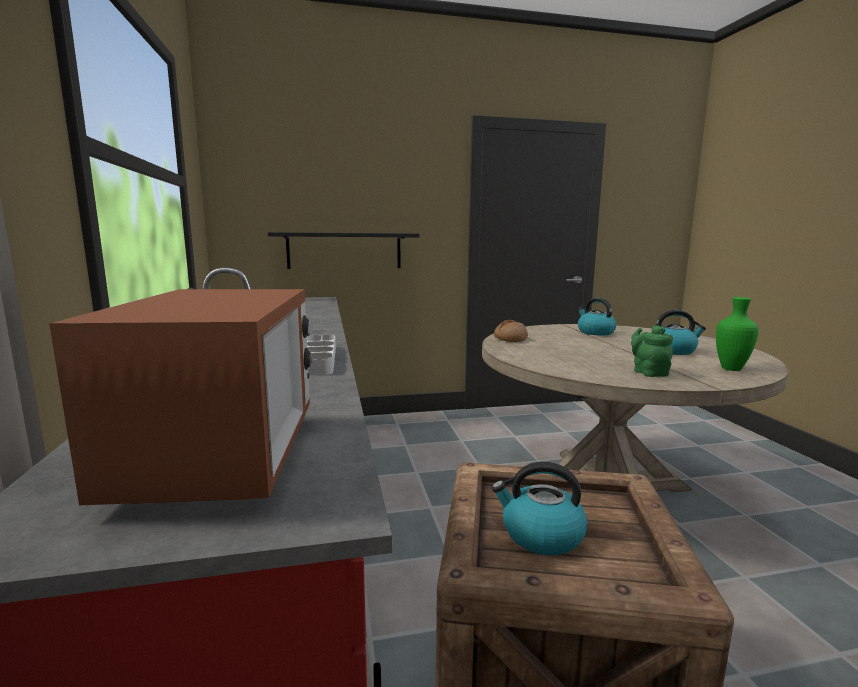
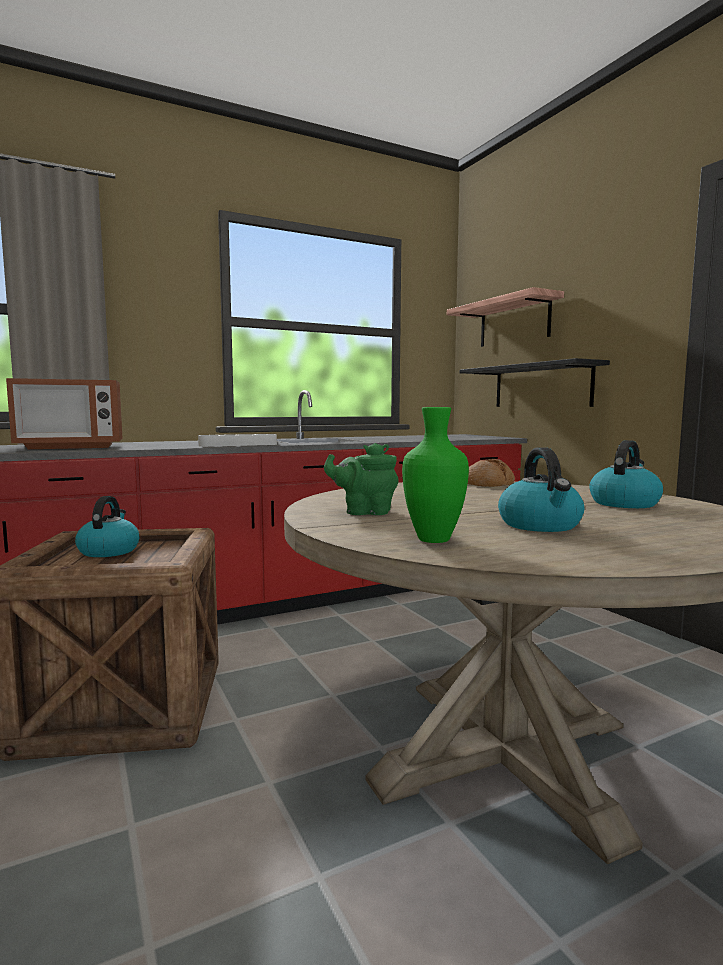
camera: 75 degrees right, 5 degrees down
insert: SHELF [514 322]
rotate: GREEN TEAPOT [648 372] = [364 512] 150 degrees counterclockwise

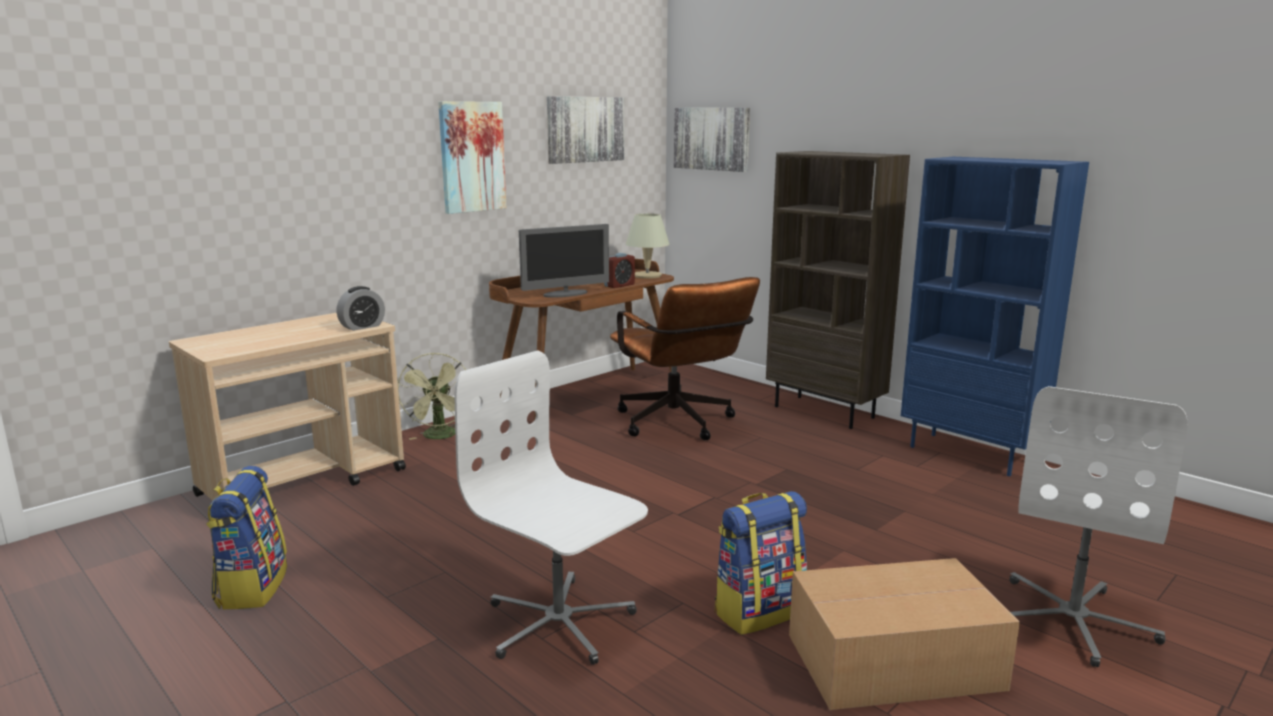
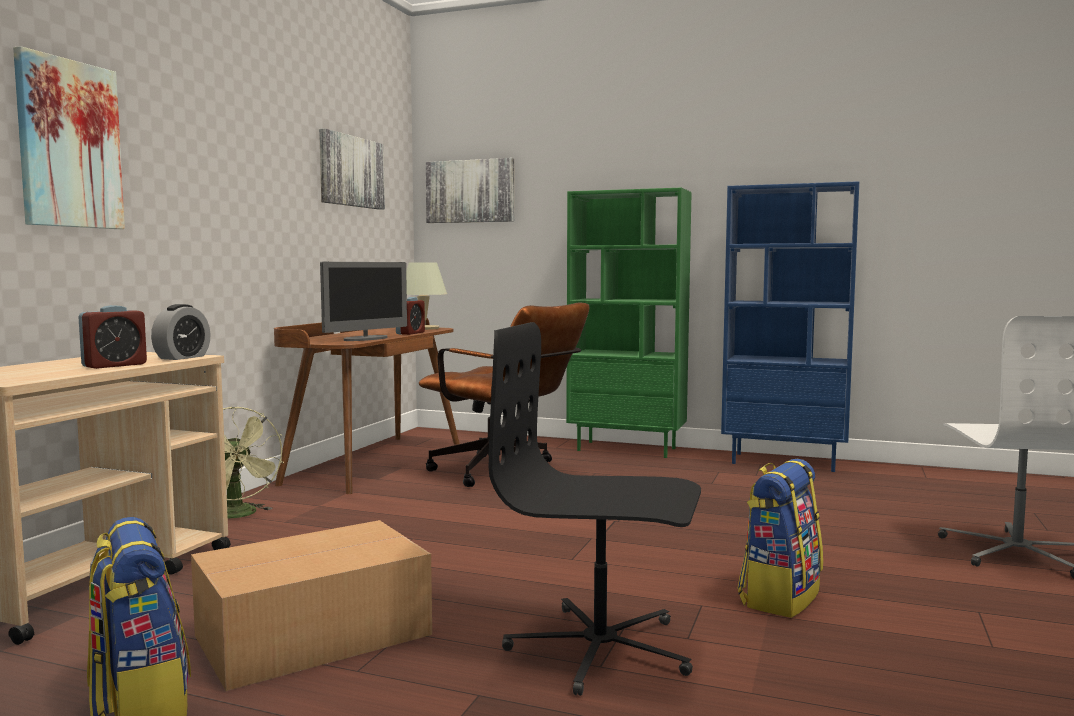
camera: 25 degrees left, 10 degrees down
insert: ALARM CLOCK [114 365]
move: PICTURE [472 157] to [69 144]; CARDBOARD BOX [890 661] to [310 635]
recolor: WHITE OFFICE CHAIR [558 623] to BLACK OFFICE CHAIR [600 649]; BROWN BOOKCASE [825 412] to GREEN BOOKCASE [627 449]

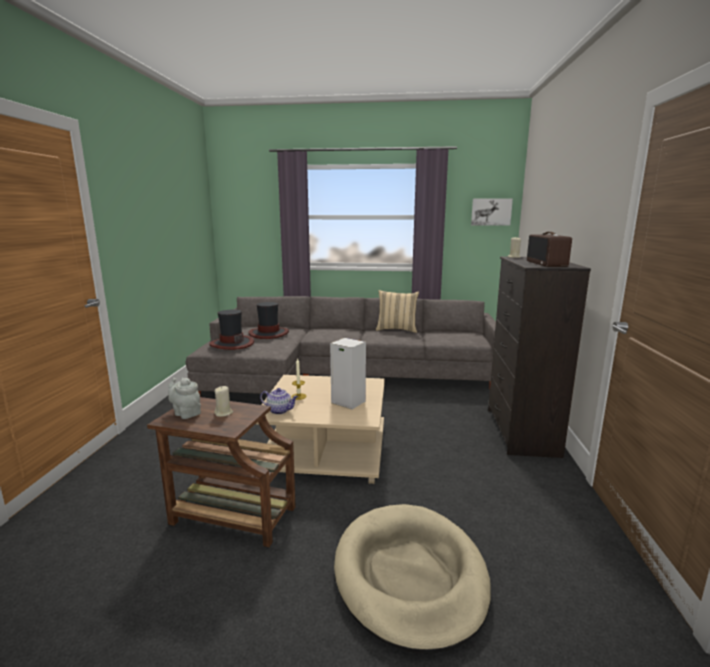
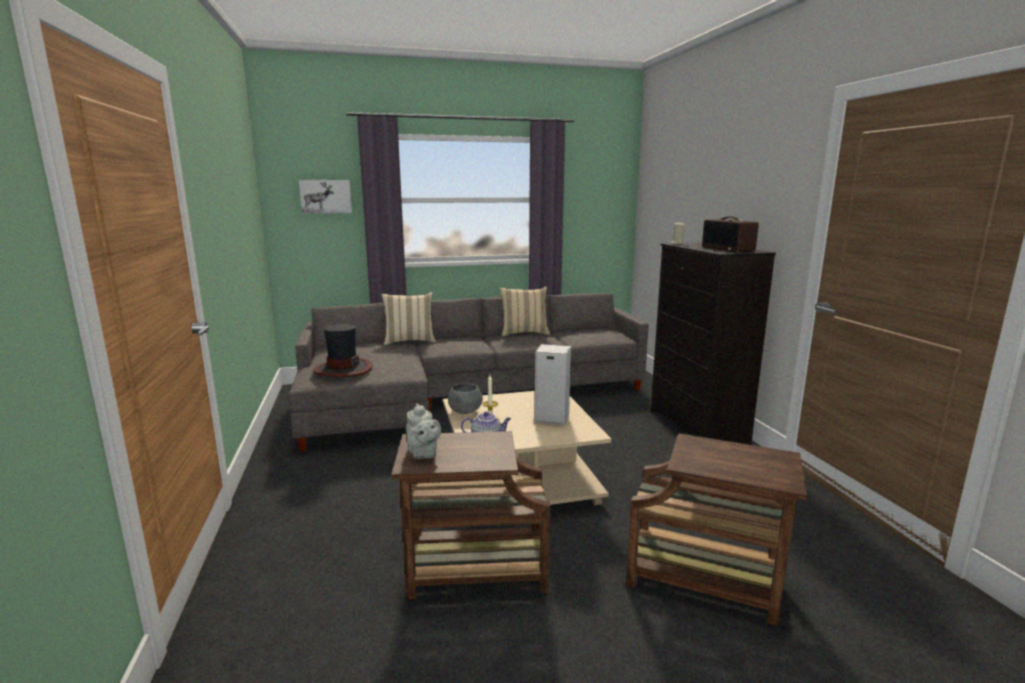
camera: 20 degrees left, 0 degrees up
delete: BEIGE CANDLE [224 413]; HAT [269 333]
insert: BEIGE PILLOW [409 341]; GREY BOWL [465 411]
move: PICTURE [491 212] to [326 196]
replace: BEIGE DOG BED [409 576] to BROWN SIDE TABLE [706 582]
rotate: GREY TEAPOT [186 413] = [423 454] 135 degrees counterclockwise

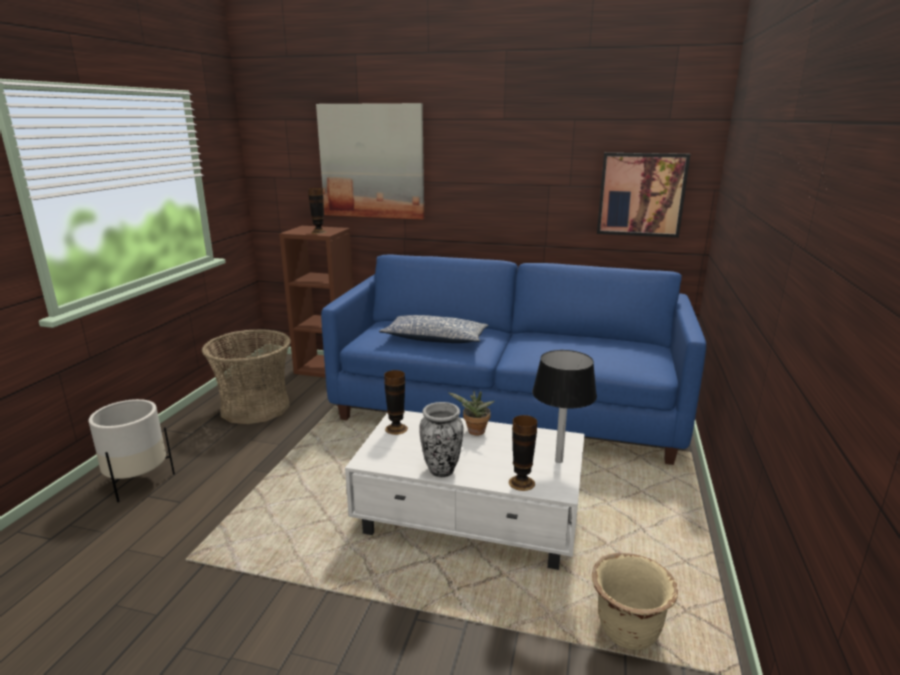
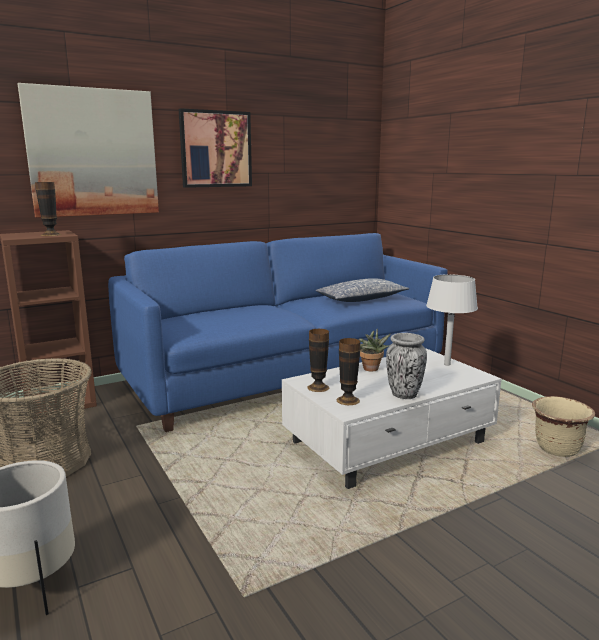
camera: 45 degrees left, 5 degrees down
move: PILLOW [435 339] to [361 299]; VASE [521 483] to [348 400]; PICTURE [641 194] to [216 149]
recolor: BLACK TABLE LAMP [559 460] to WHITE TABLE LAMP [447 364]

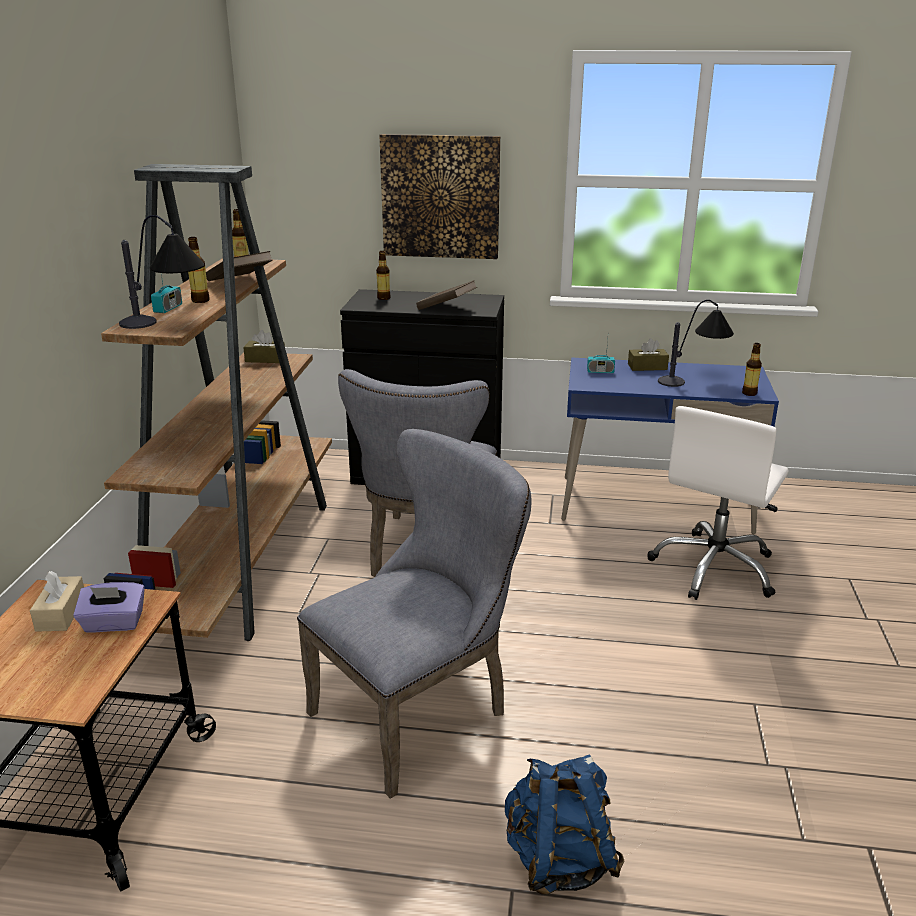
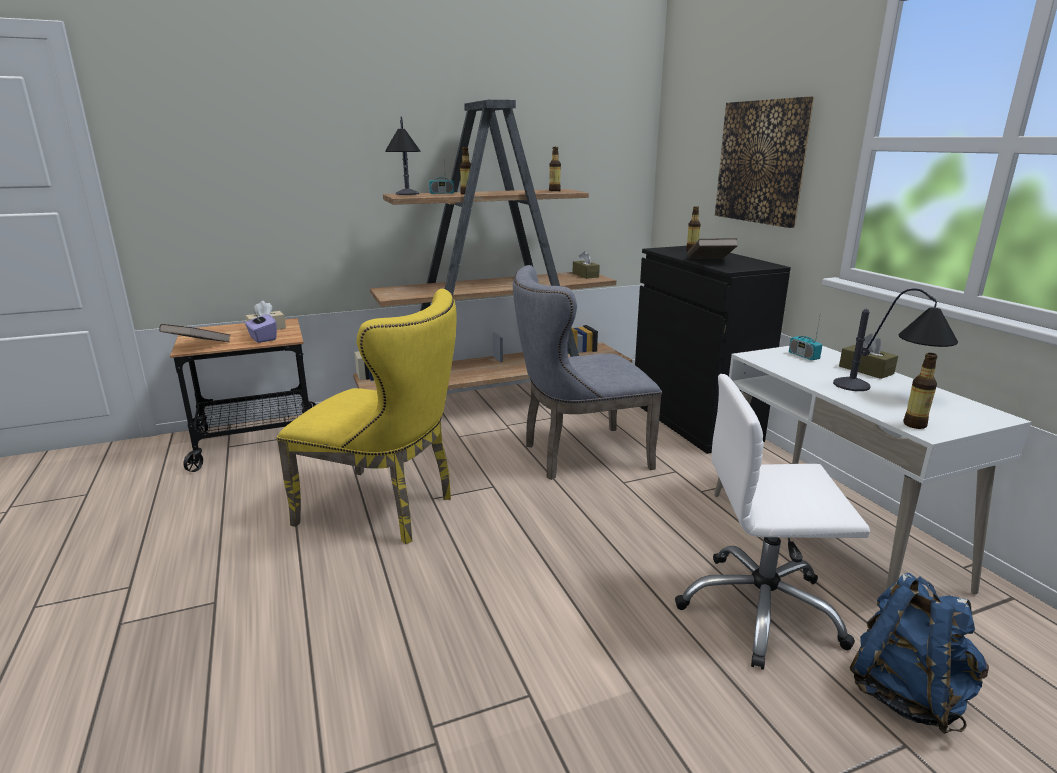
camera: 60 degrees right, 5 degrees down
move: BROWN BOOK [240 282] to [198 346]; BLUE BACKPACK [558 860] to [906 694]
recolor: GREY CHAIR [420 711] to YELLOW CHAIR [387 509]; BLUE DESK [654 504] to WHITE DESK [830 539]

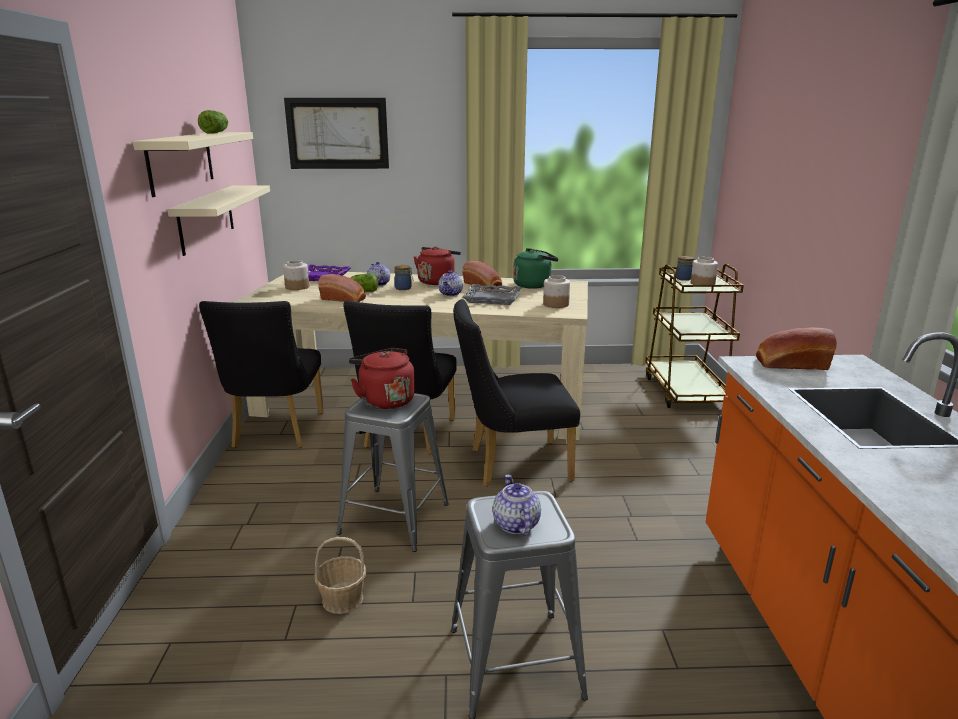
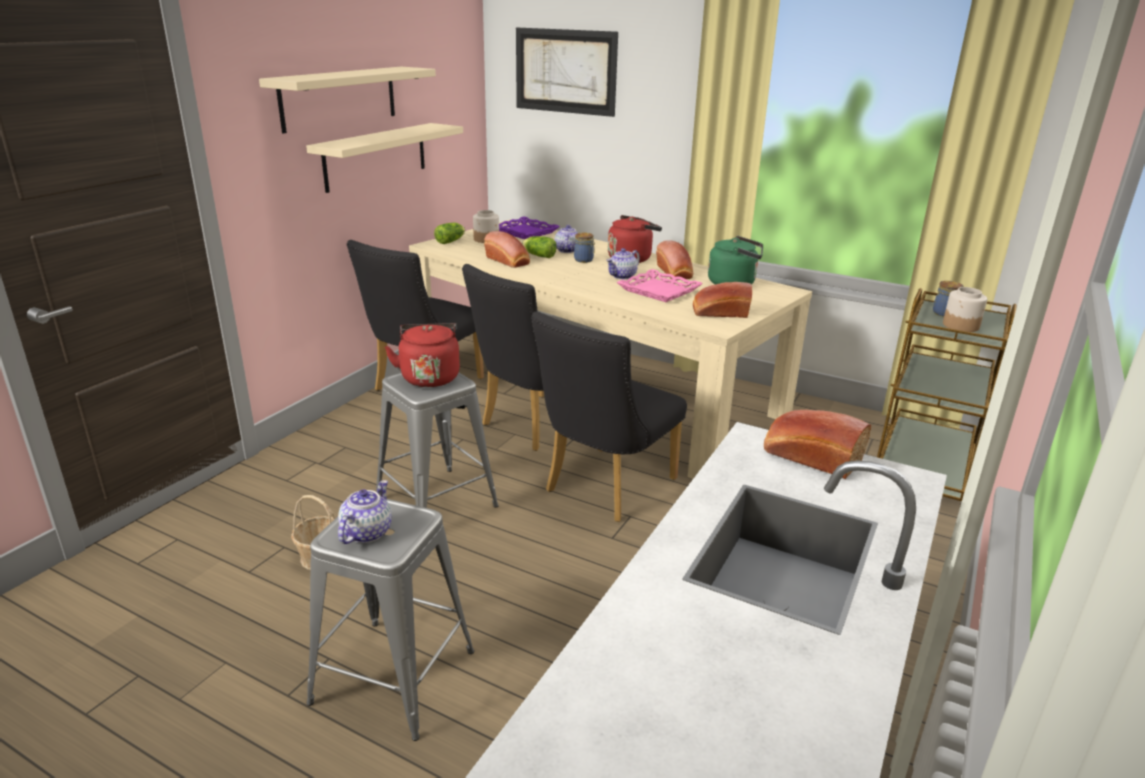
camera: 30 degrees right, 5 degrees up
move: LETTUCE [216 133] to [451 241]
replace: JAR [555 304] to BREAD [719 313]
recolor: GREY TRAY [492 298] to PINK TRAY [658 291]
rotate: BLACK CHAIR [511 465] = [604 488] 75 degrees counterclockwise

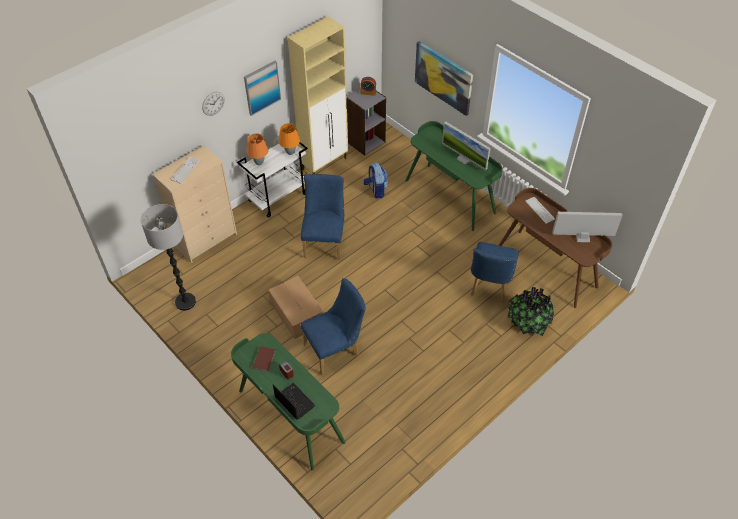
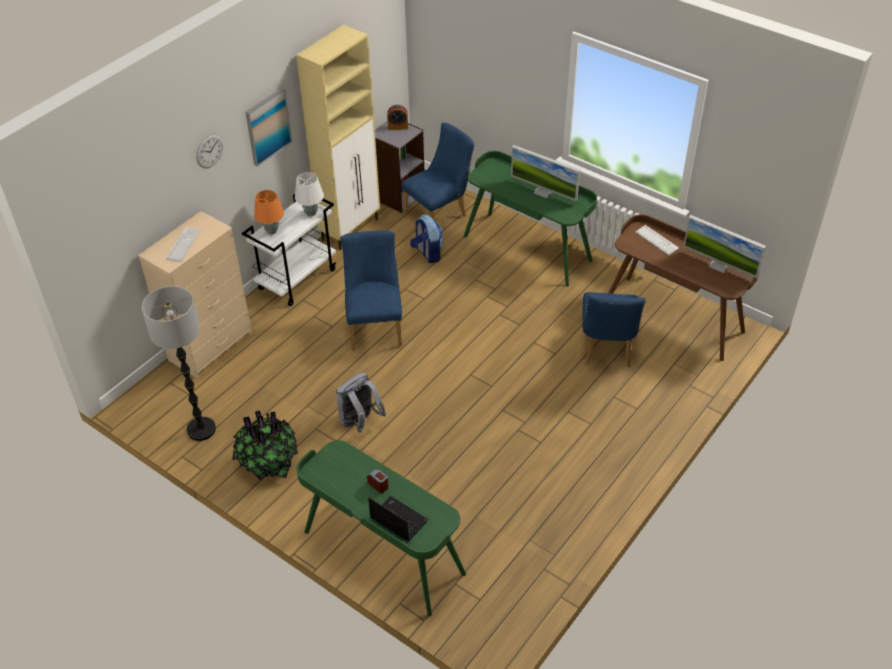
camera: 10 degrees left, 5 degrees down
delete: BROWN BOOK [265 359]; PICTURE [443 77]
move: BLUE CHAIR [336 349] to [439 214]; POTTED PLANT [527 323] to [268 464]
replace: CARDBOARD BOX [297 314] to GREY BACKPACK [360 422]
recolor: ORANGE TABLE LAMP [290 152] to WHITE TABLE LAMP [311 213]
rotate: MONITOR [582 237] = [719 265] 135 degrees counterclockwise

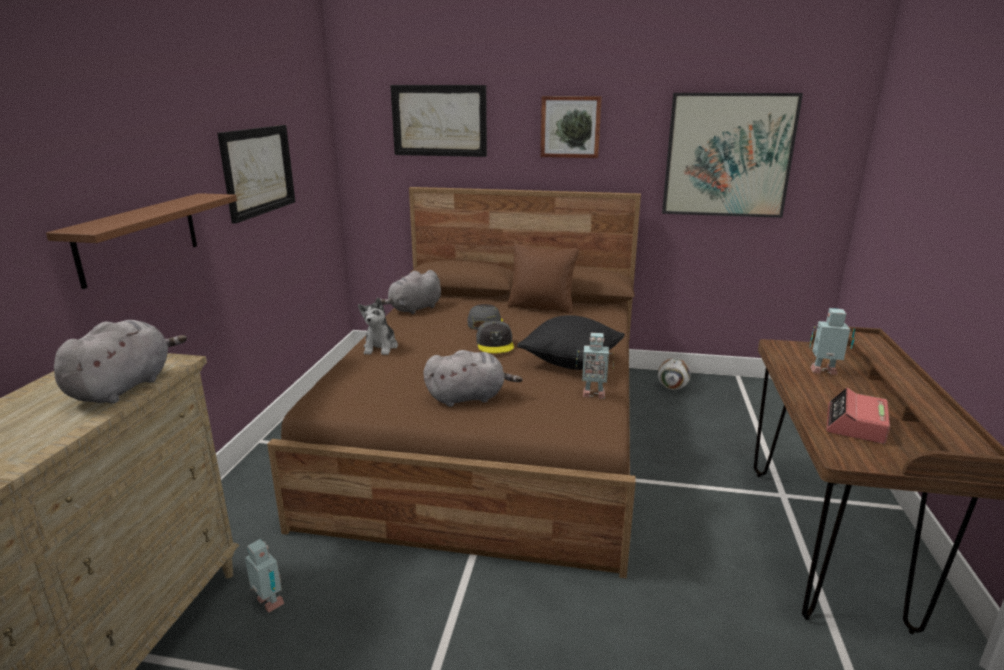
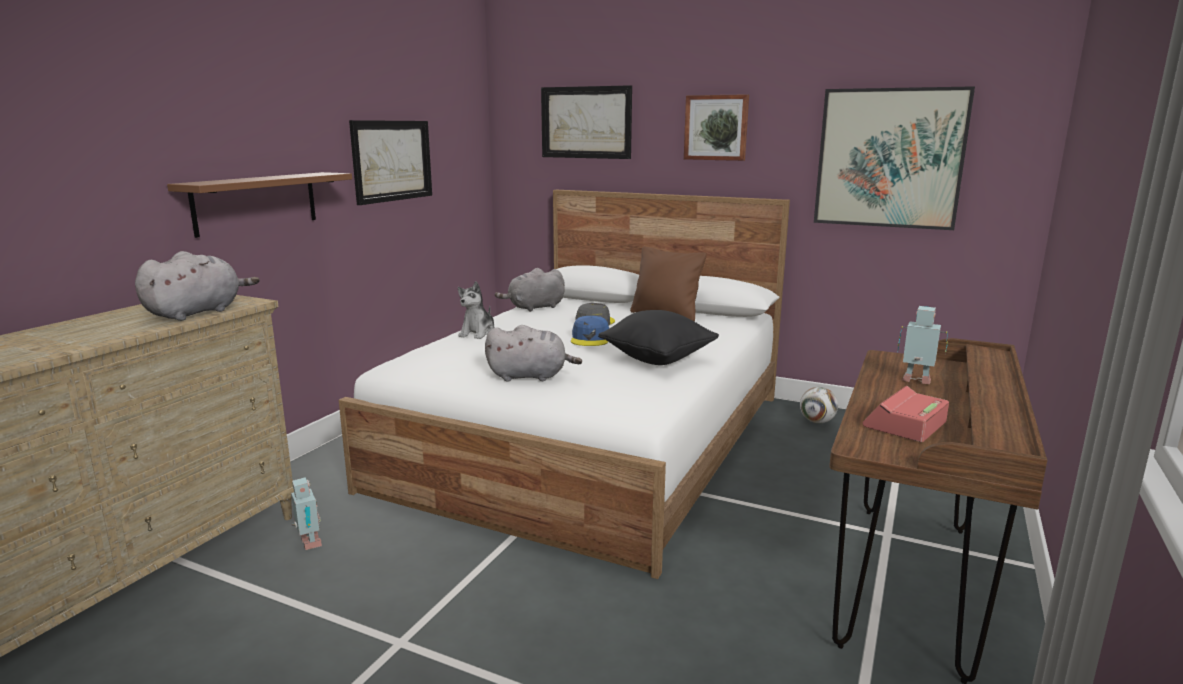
camera: 15 degrees right, 5 degrees down
delete: TOY ROBOT [593 394]
recolor: BROWN BED [494 432] to WHITE BED [594 439]; GREY CAP [495 344] to BLUE CAP [590 339]

